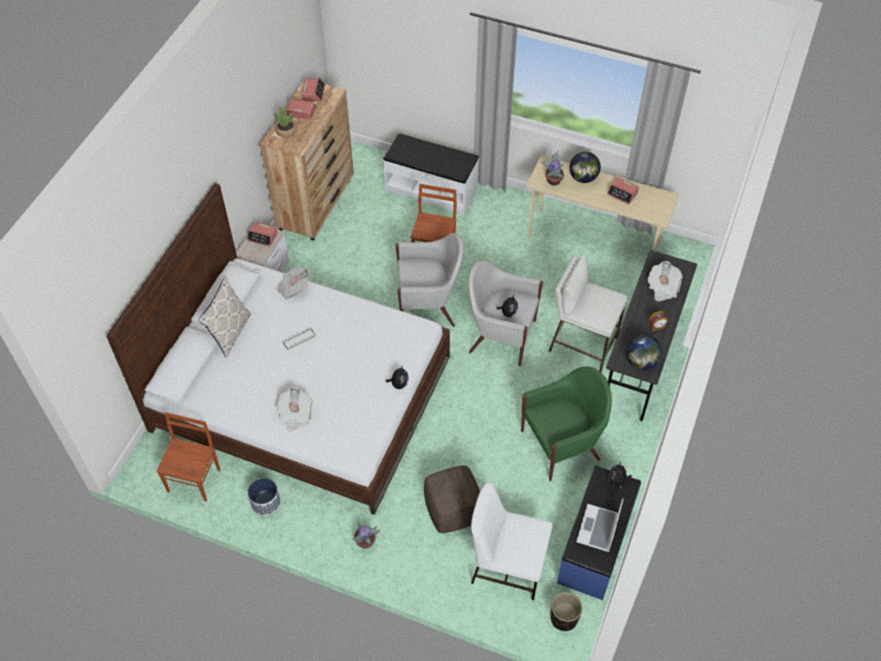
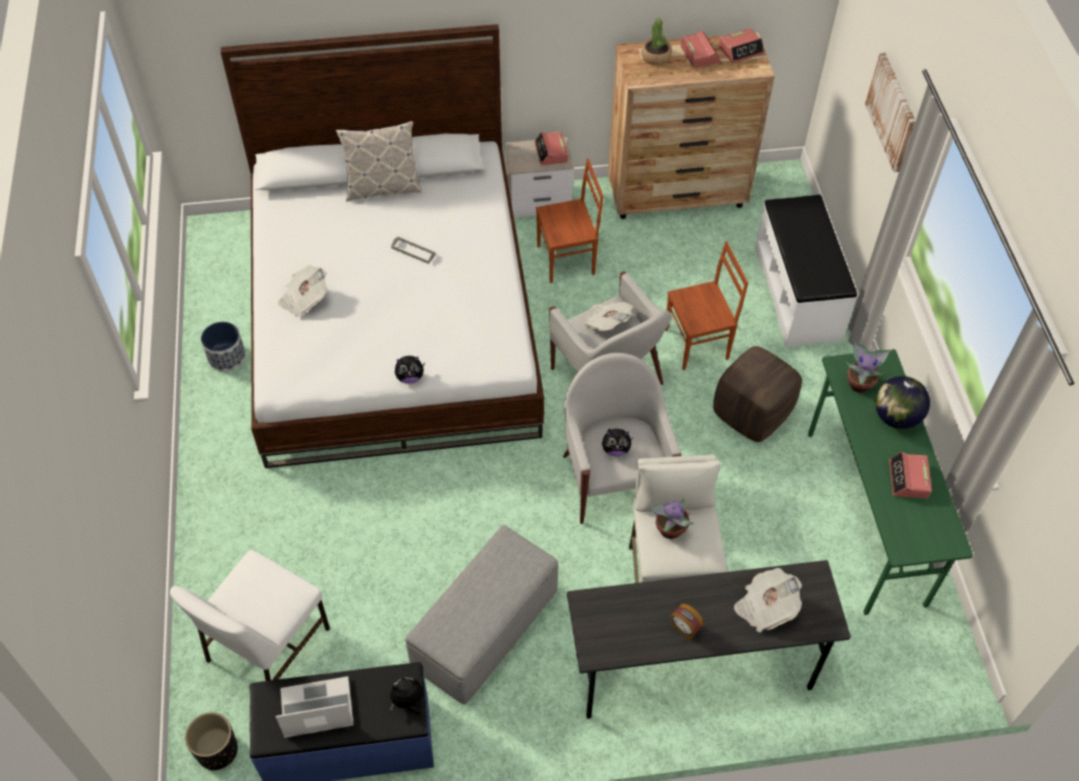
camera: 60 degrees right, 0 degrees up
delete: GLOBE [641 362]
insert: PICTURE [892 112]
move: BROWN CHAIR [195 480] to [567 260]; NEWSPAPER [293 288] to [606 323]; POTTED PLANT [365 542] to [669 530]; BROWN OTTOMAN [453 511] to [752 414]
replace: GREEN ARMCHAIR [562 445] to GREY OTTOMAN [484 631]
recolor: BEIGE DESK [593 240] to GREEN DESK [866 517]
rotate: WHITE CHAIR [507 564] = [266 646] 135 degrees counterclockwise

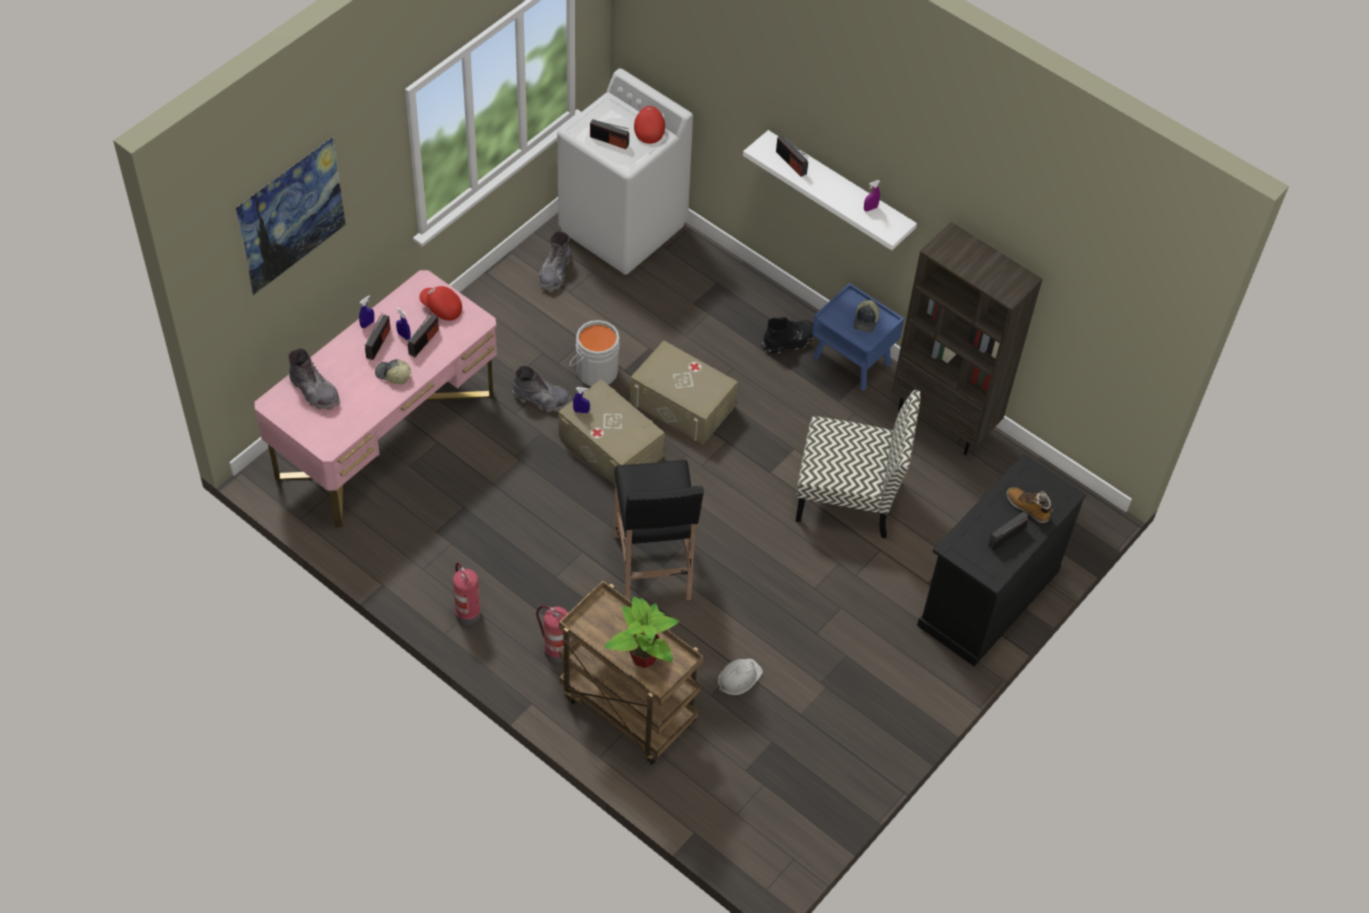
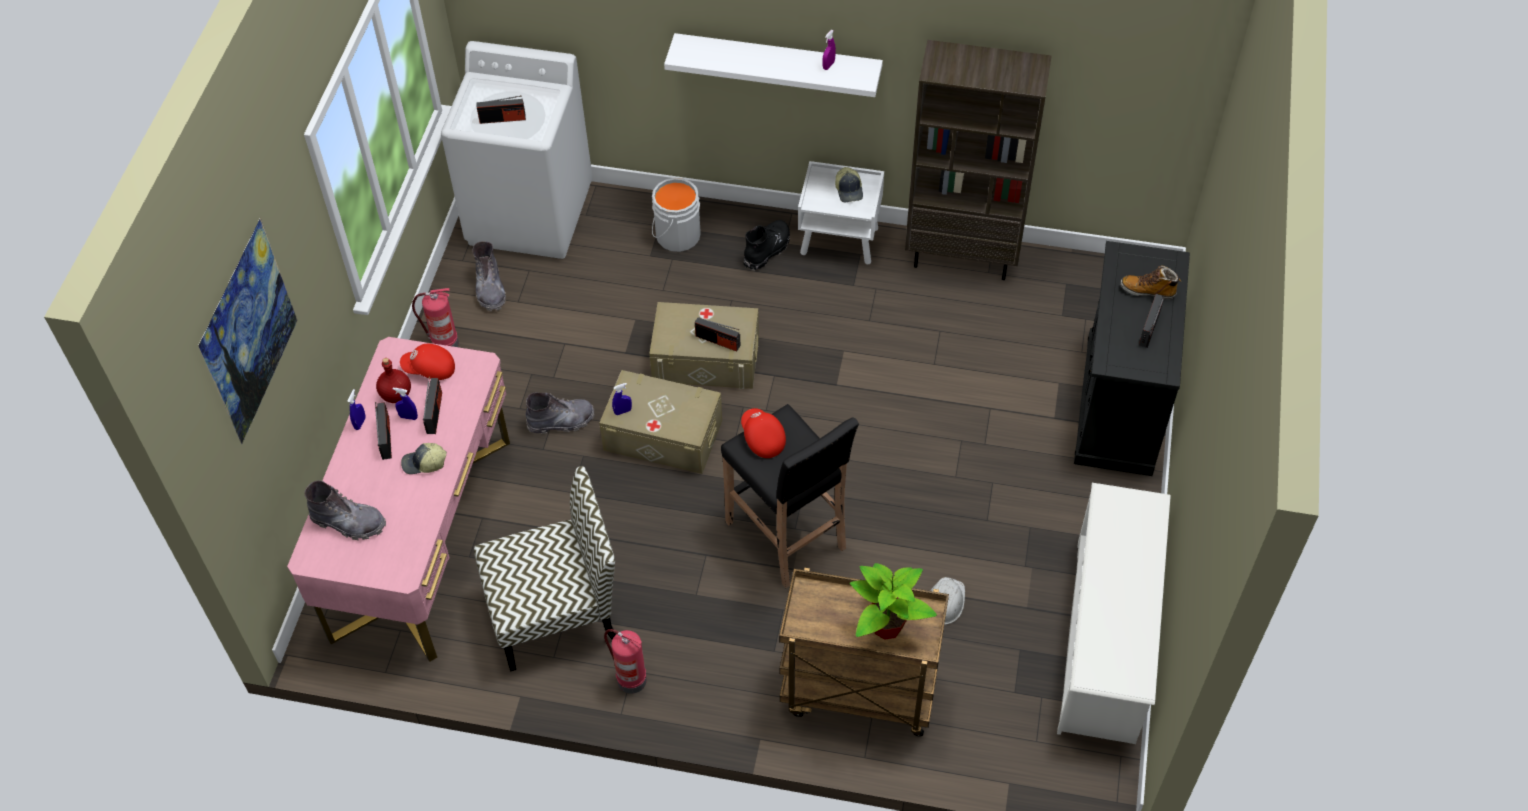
camera: 25 degrees left, 0 degrees up
insert: RED BOTTLE [396 394]; WHITE SHOE RACK [1106 641]
move: FIRE EXTINGUISHER [555 651] to [444 344]; GREY BUCKET [595 370] to [675 235]; RED CAP [648 129] to [762 438]; RADIO [791 162] to [718 341]; CHAIR [849 496] to [555 612]
recolor: BLUE NIGHTSTAND [852 361] to WHITE NIGHTSTAND [840 241]

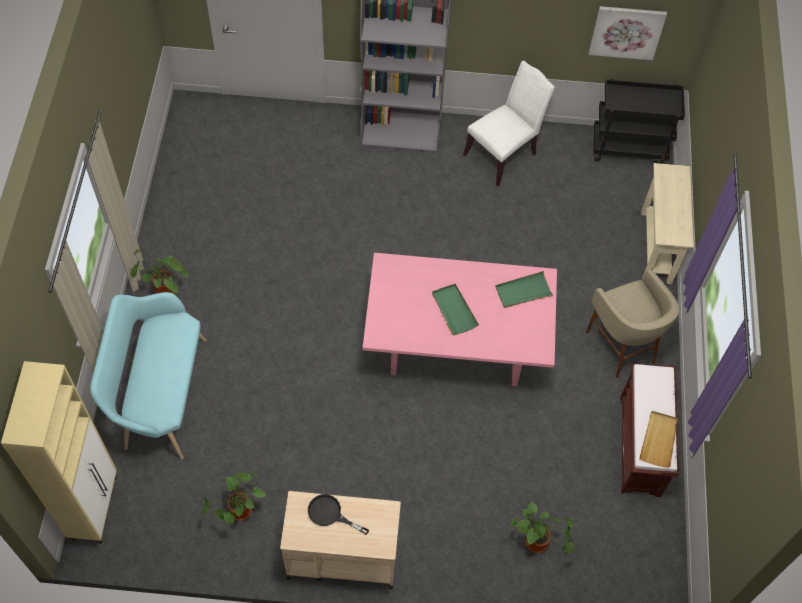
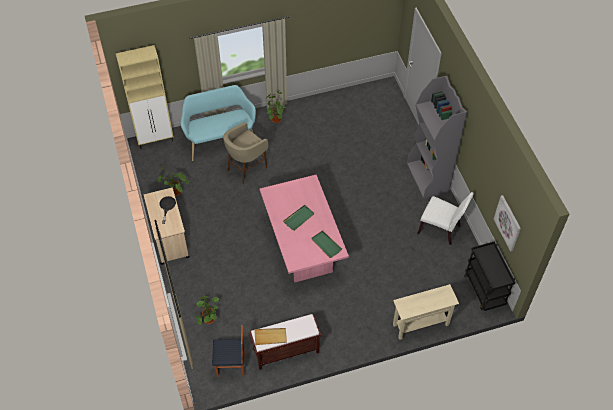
camera: 70 degrees right, 5 degrees down
insert: CHAIR [231 366]
move: BEIGE STOOL [621 347] to [246 168]

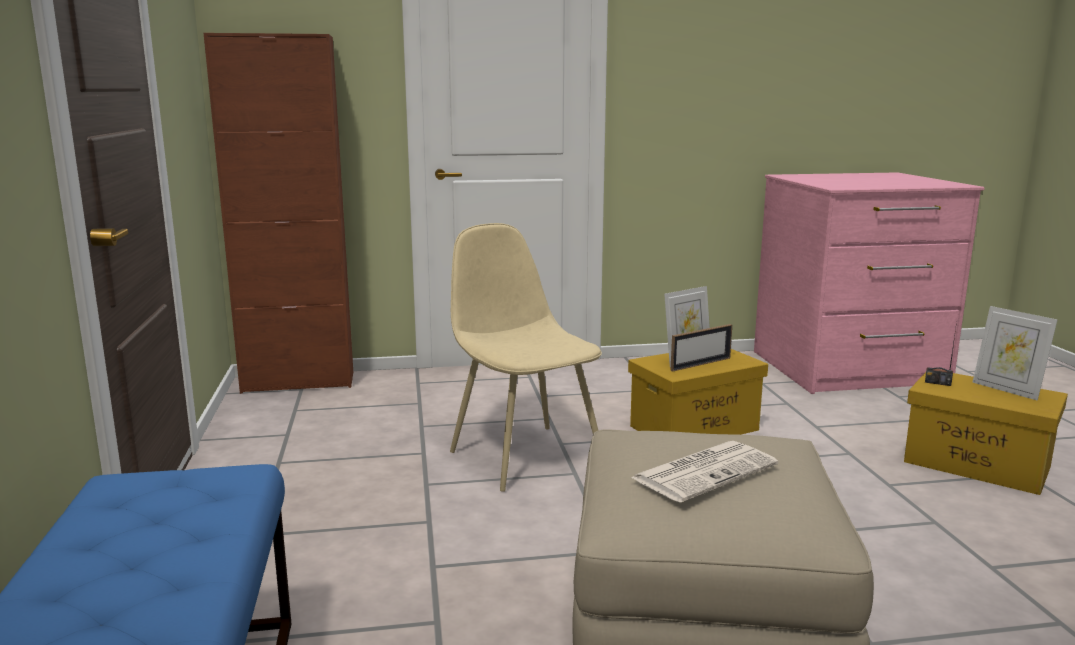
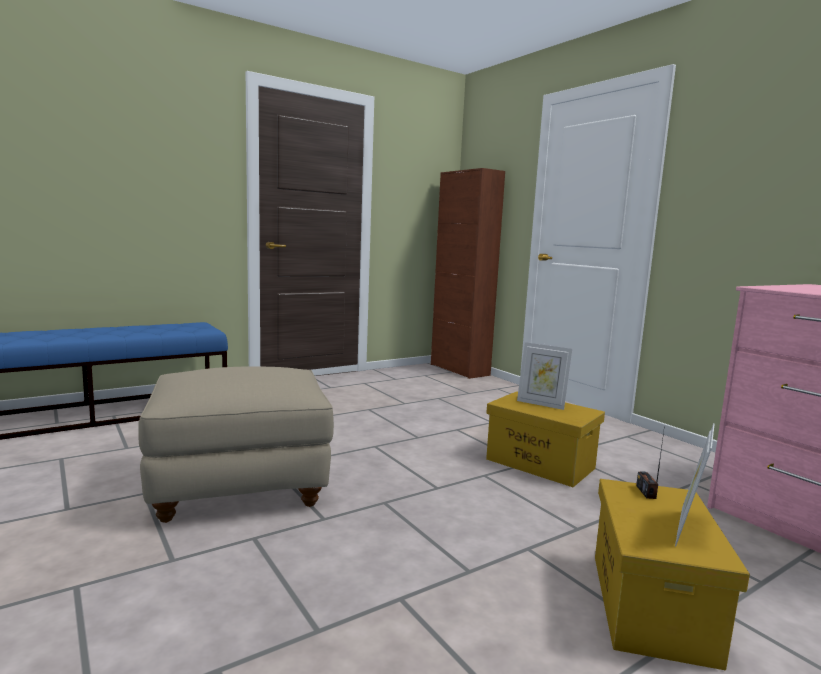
camera: 65 degrees right, 5 degrees down
delete: BEIGE CHAIR [524 455]; NEWSPAPER [705 471]; PICTURE FRAME [701 364]

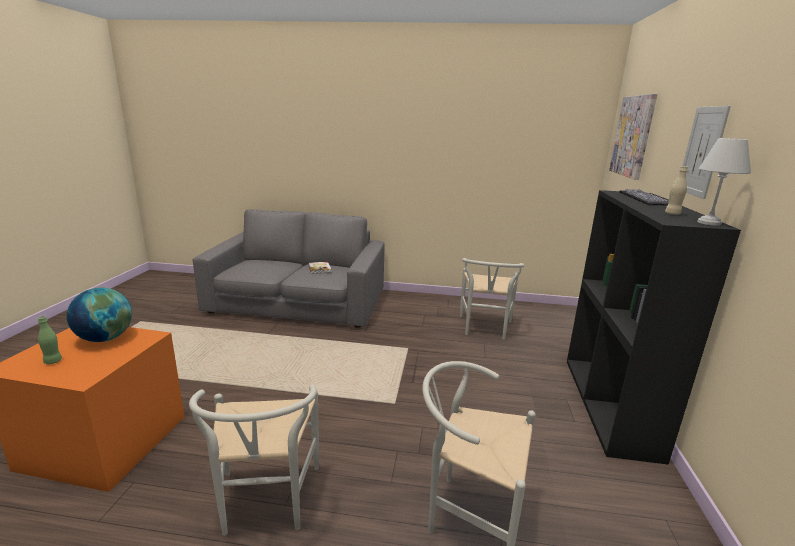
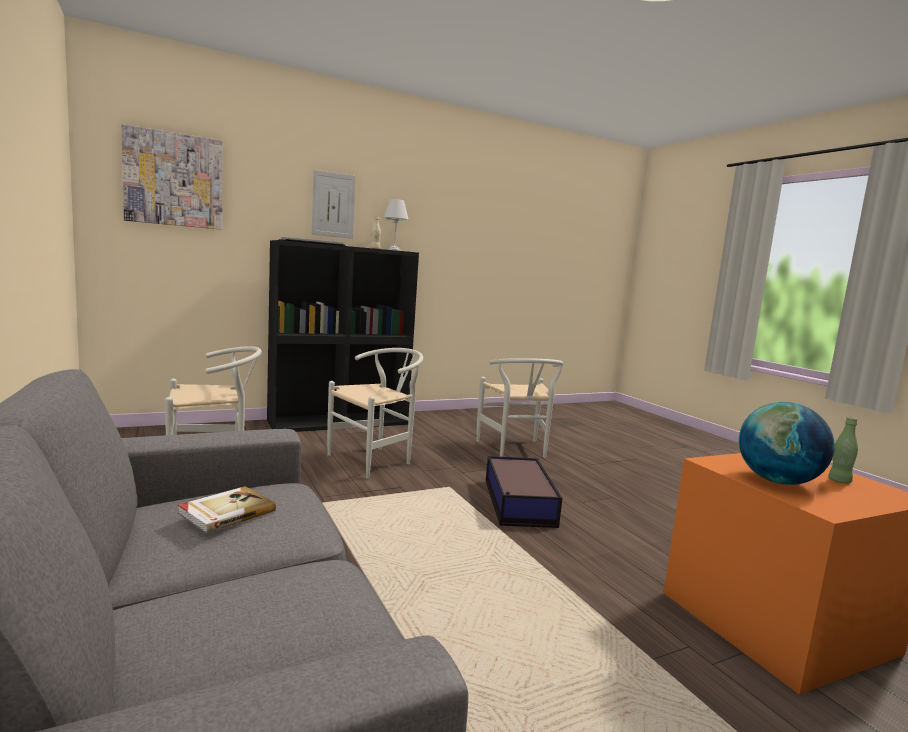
camera: 125 degrees left, 10 degrees down
insert: STORAGE BOX [518 503]
move: WHITE CHAIR [266 505] to [376 460]

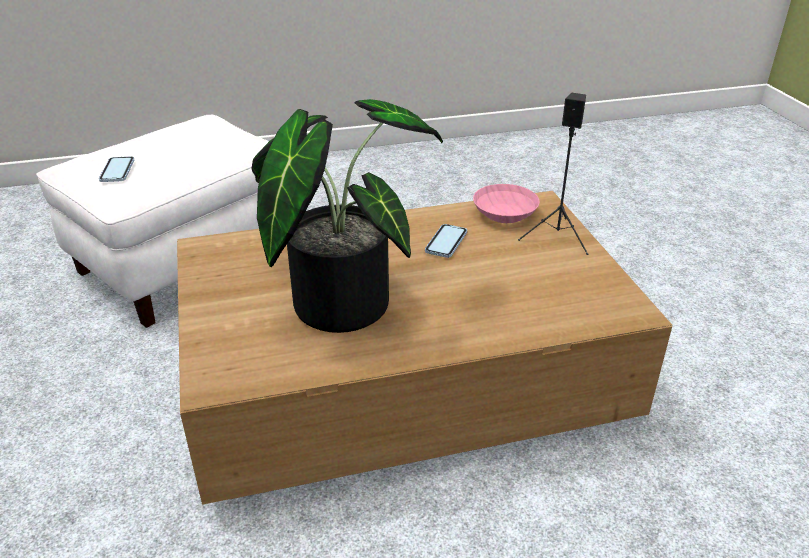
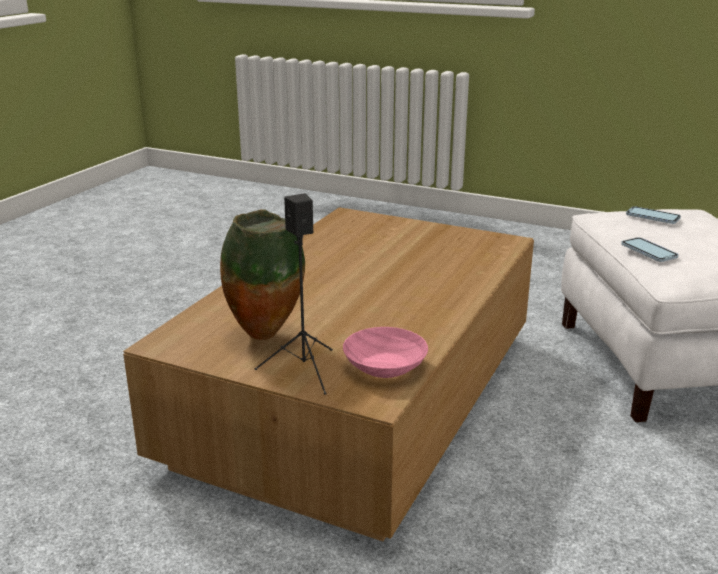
camera: 130 degrees right, 10 degrees down
delete: POTTED PLANT [340 298]
insert: VASE [266 336]
move: PHONE [446 242] to [648 251]

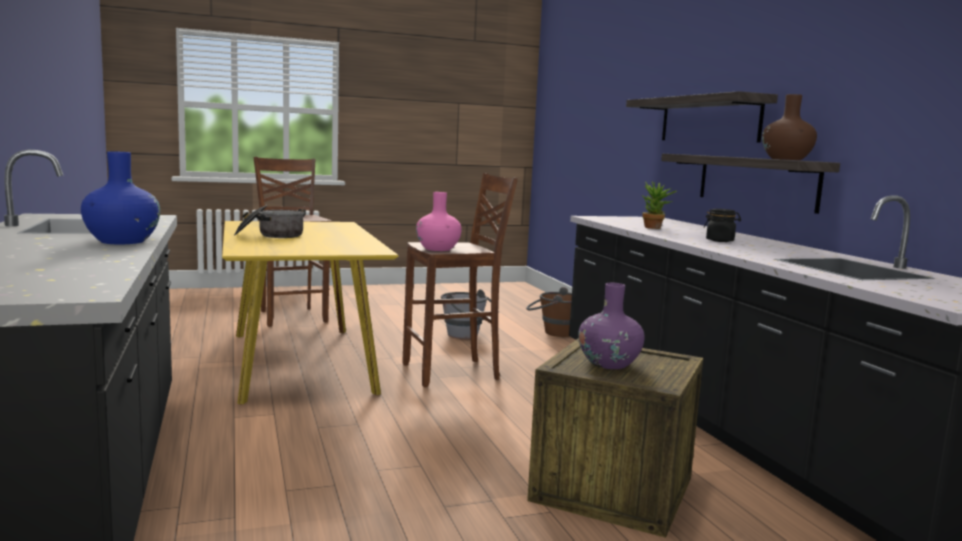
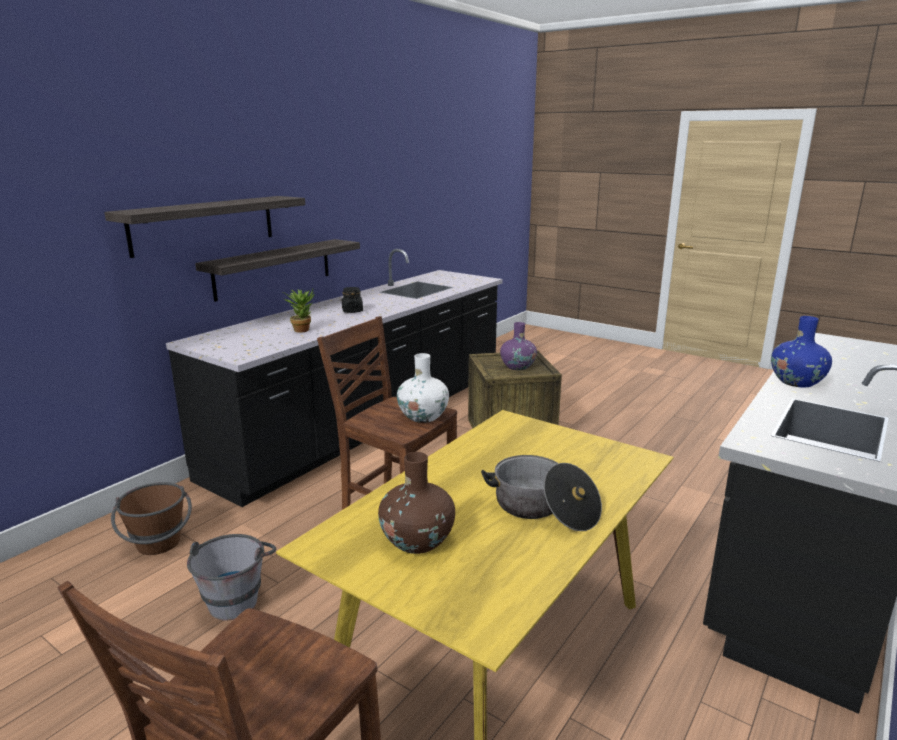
camera: 125 degrees left, 10 degrees up
move: BROWN VASE [786 159] to [417 541]
recolor: PINK VASE [438 249] to WHITE VASE [423 416]

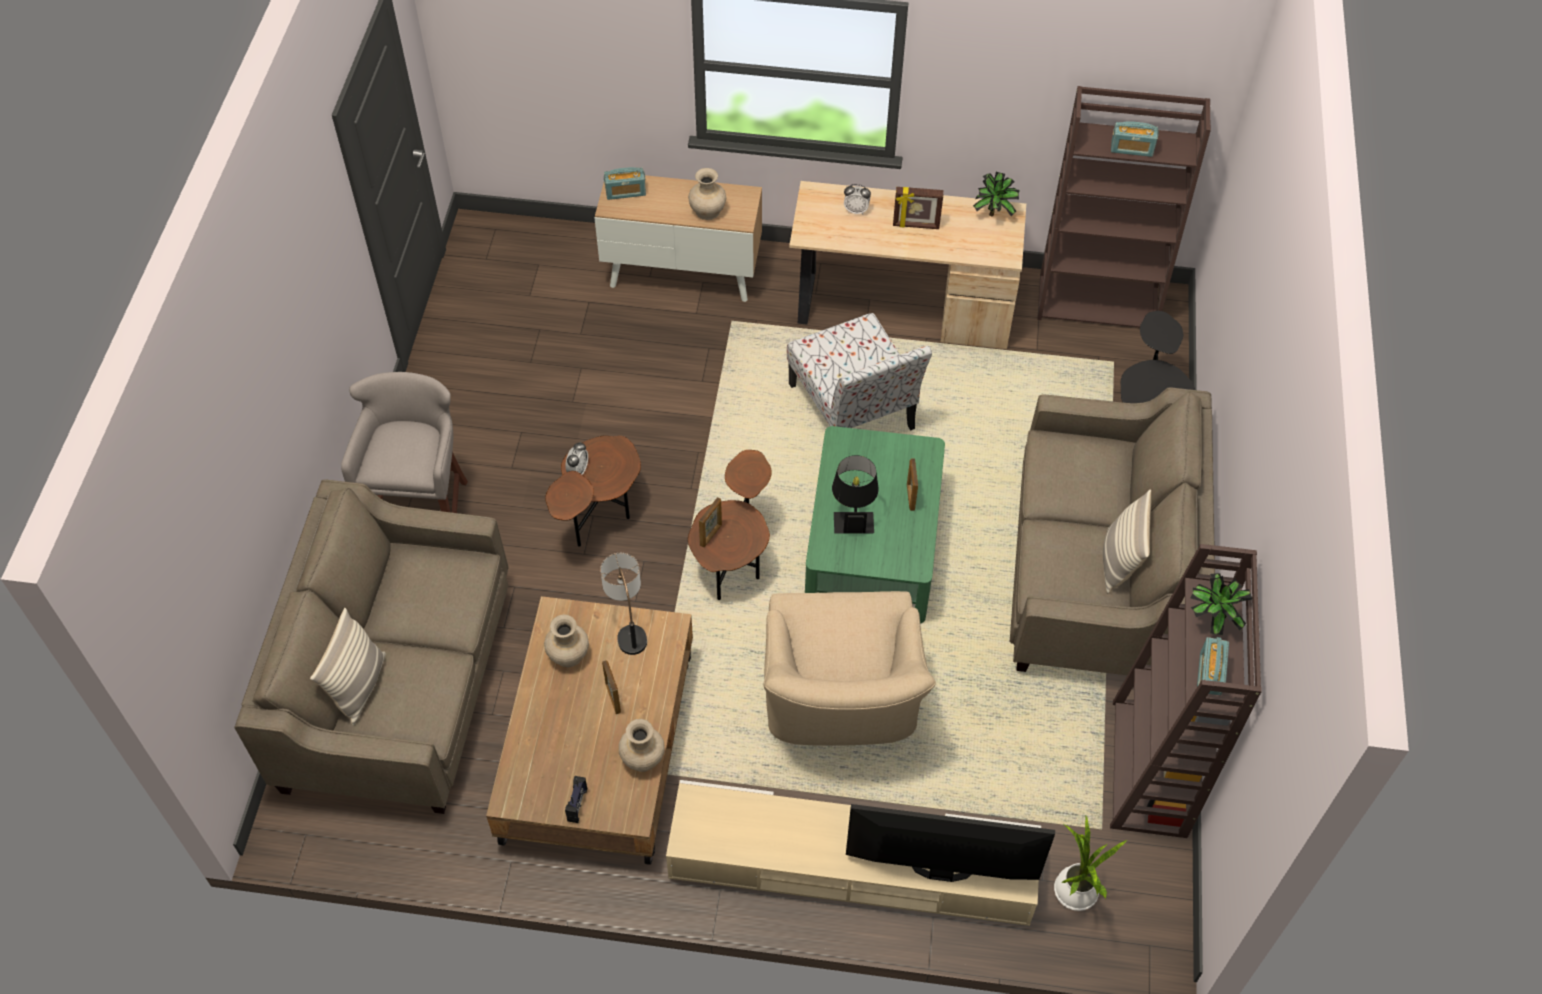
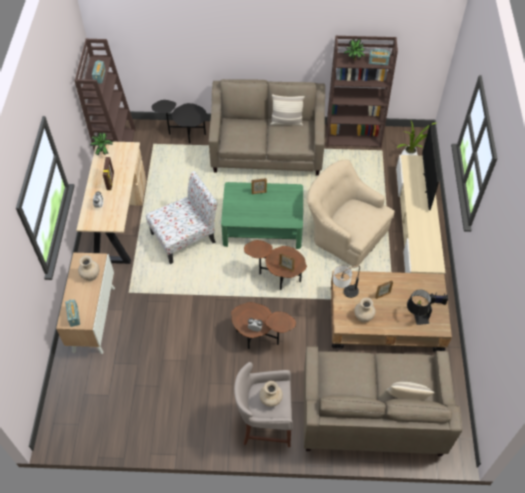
camera: 95 degrees left, 0 degrees up
move: BEIGE VASE [642 758] to [271 399]; BLACK TABLE LAMP [853 515] to [416 316]
rotate: BEIGE ARMCHAIR [840 702] = [344 232] 135 degrees counterclockwise

